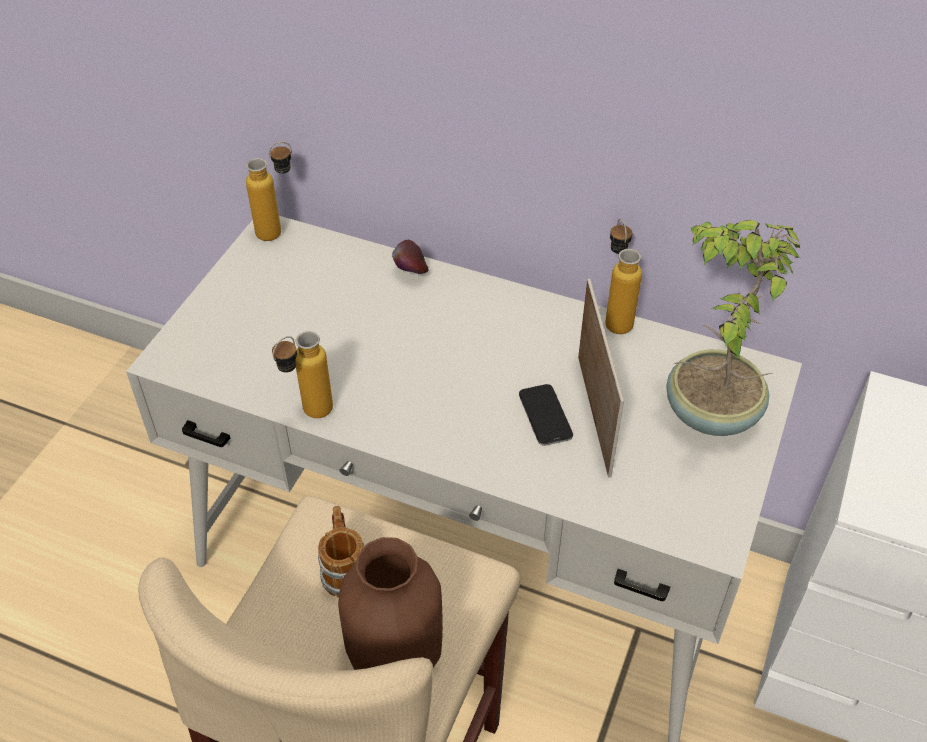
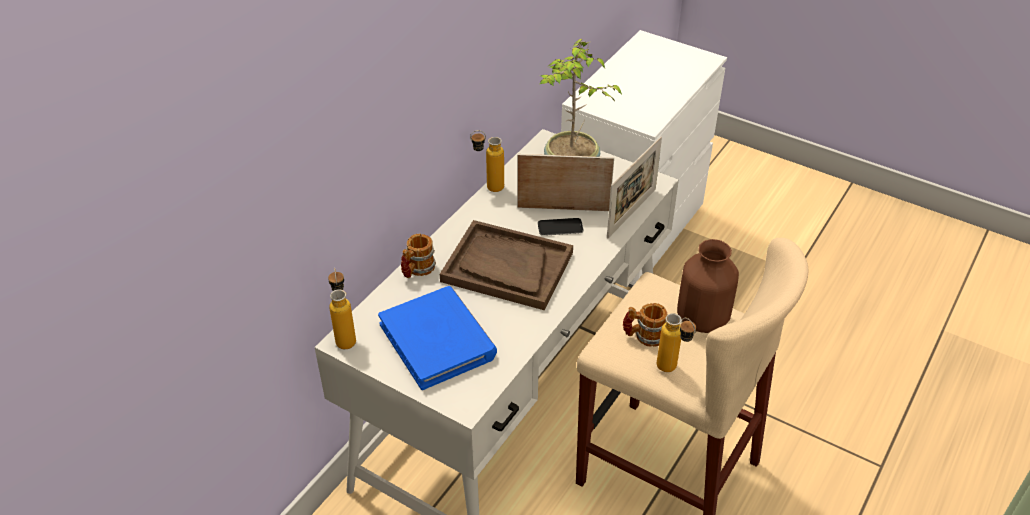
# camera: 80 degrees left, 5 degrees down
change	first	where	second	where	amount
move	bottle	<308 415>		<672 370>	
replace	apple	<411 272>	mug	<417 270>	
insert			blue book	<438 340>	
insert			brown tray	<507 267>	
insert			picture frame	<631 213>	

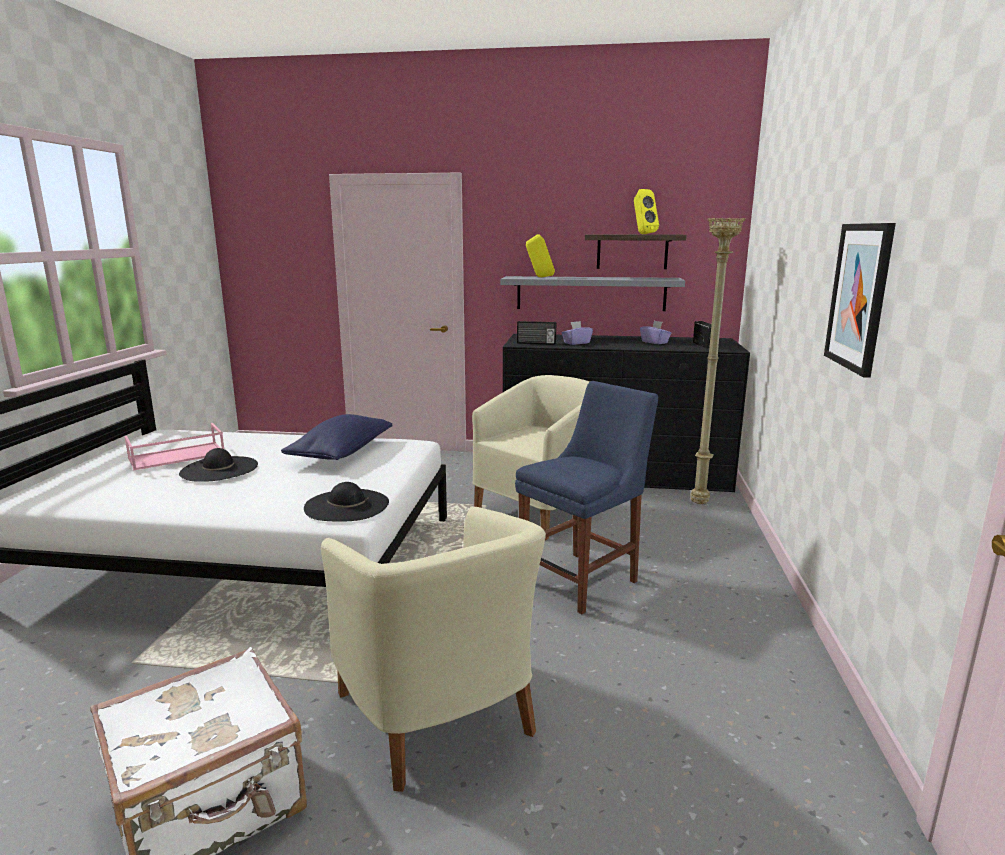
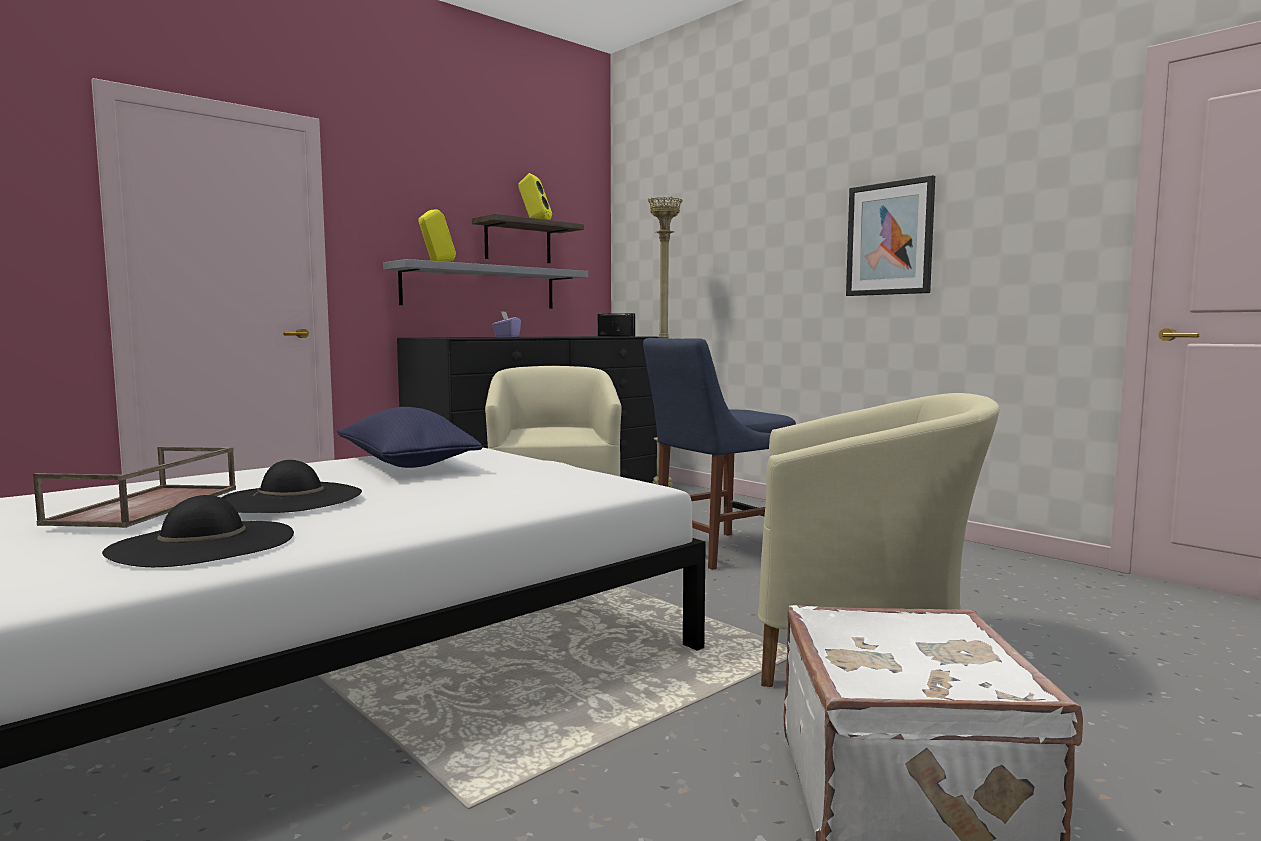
# camera: 50 degrees left, 10 degrees down
change	first	where	second	where	amount
recolor	pink tray	<176 456>	brown tray	<147 506>	
move	black hat	<346 505>		<203 543>	
rotate	blue chair	<583 579>		<714 551>	120 degrees counterclockwise
delete	radio	<536 343>			
delete	purple tissue box	<655 342>			

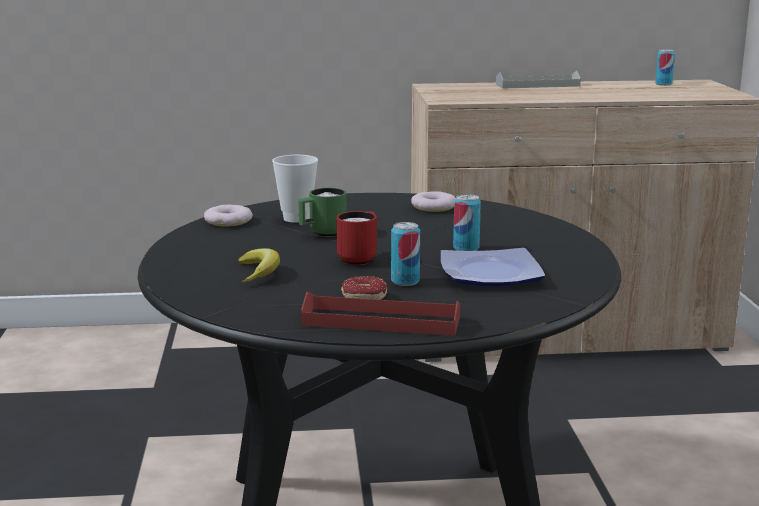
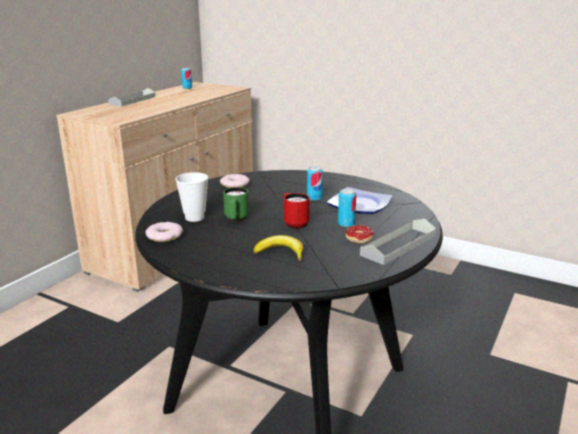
# camera: 55 degrees left, 5 degrees up
change	first	where	second	where	amount
recolor	red tray	<381 321>	grey tray	<398 245>	

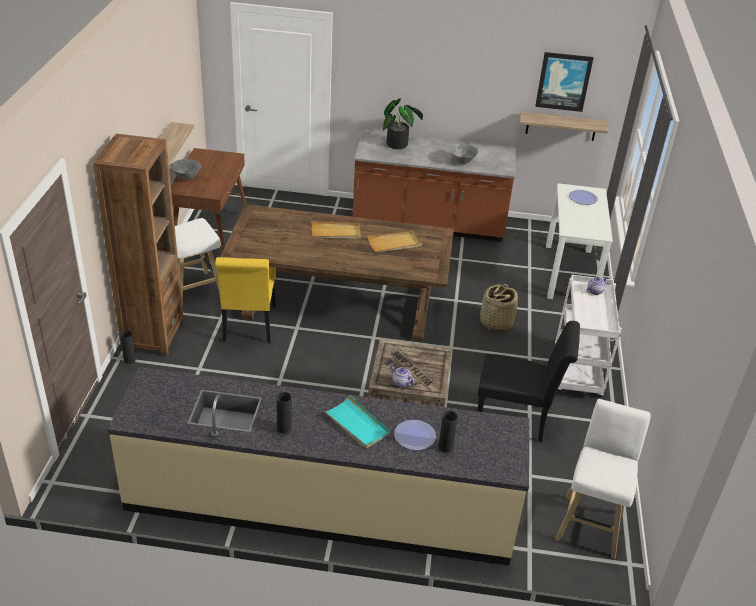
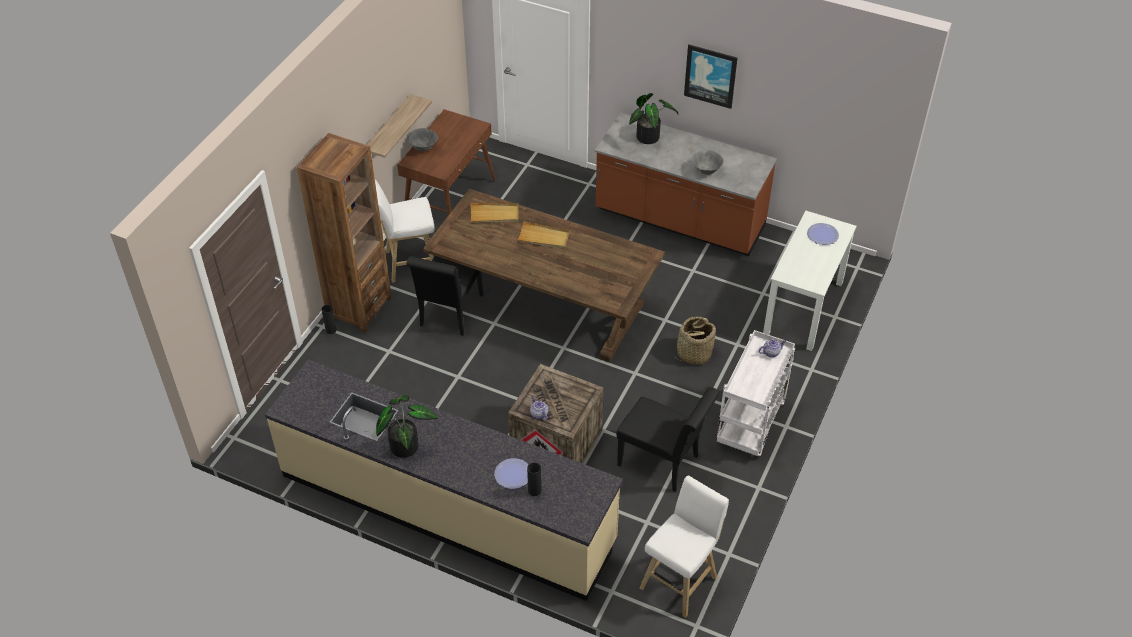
# camera: 20 degrees right, 10 degrees up
change	first	where	second	where	amount
recolor	yellow chair	<249 326>	black chair	<449 314>	
replace	black vase	<284 428>	potted plant	<406 443>	
delete	turquoise tray	<357 424>			
move	beige tray	<395 243>		<494 214>	
delete	shelf	<561 126>			
move	picture	<563 81>		<710 75>	

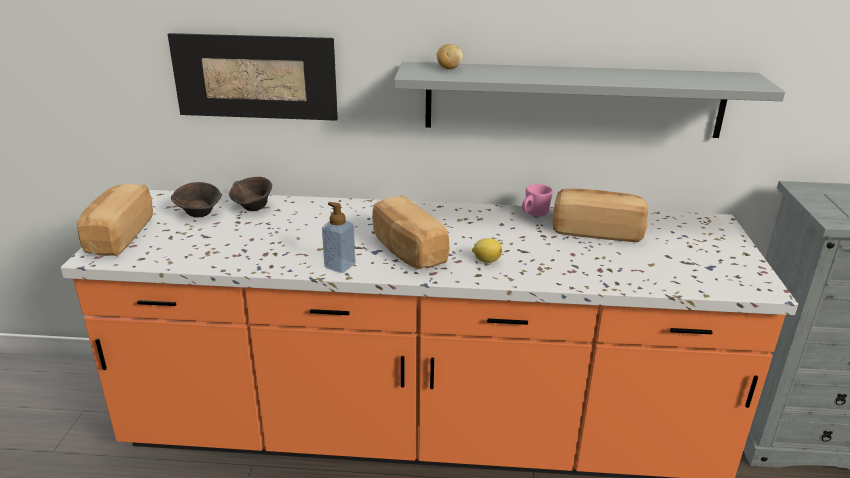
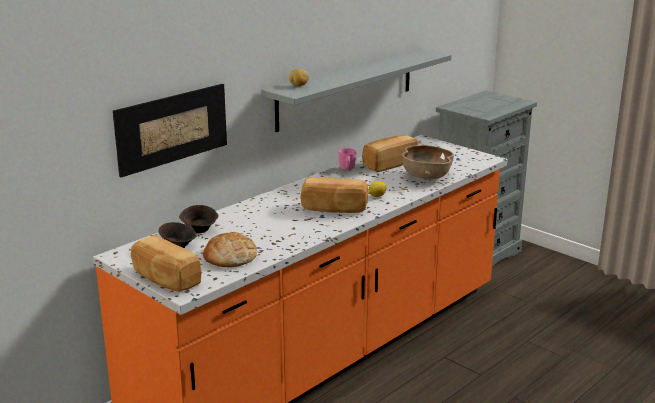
# camera: 50 degrees left, 5 degrees down
change	first	where	second	where	amount
delete	soap dispenser	<340 266>			
insert			bread	<230 256>	
insert			brown bowl	<426 177>	

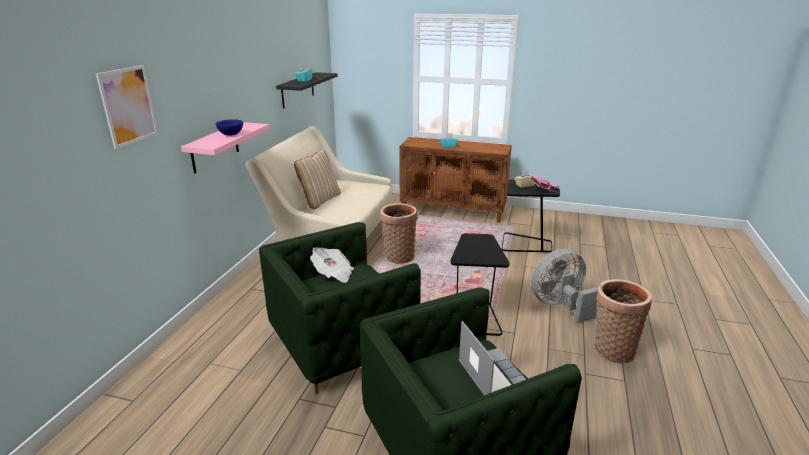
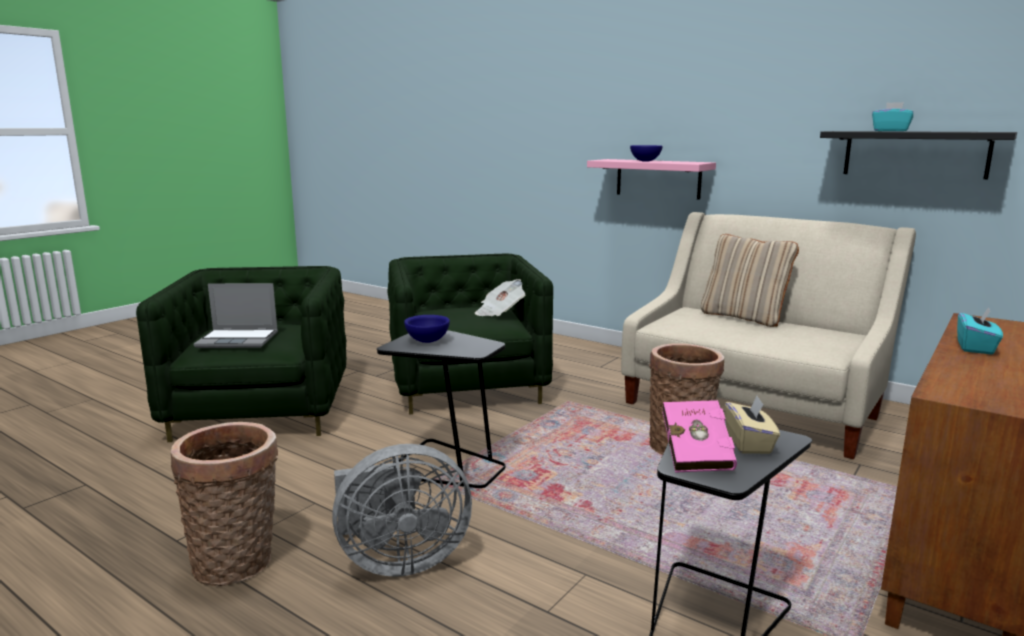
# camera: 110 degrees right, 10 degrees down
change	first	where	second	where	amount
delete	picture	<128 106>			
rotate	grey fan	<561 306>		<398 561>	75 degrees clockwise
insert			blue bowl	<428 341>	

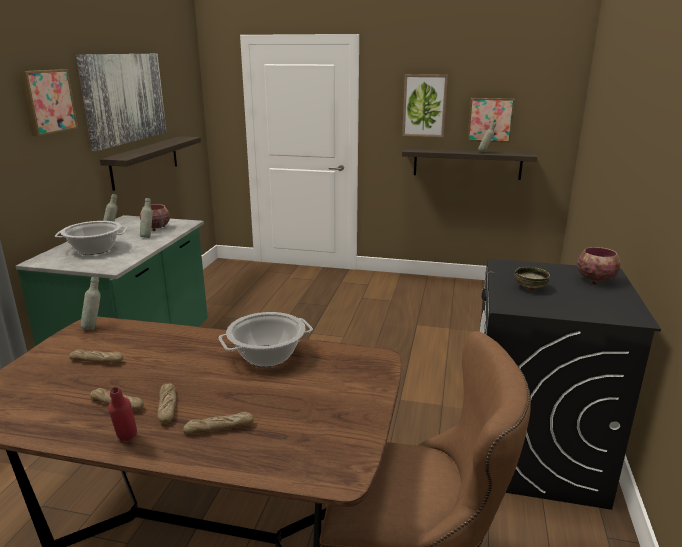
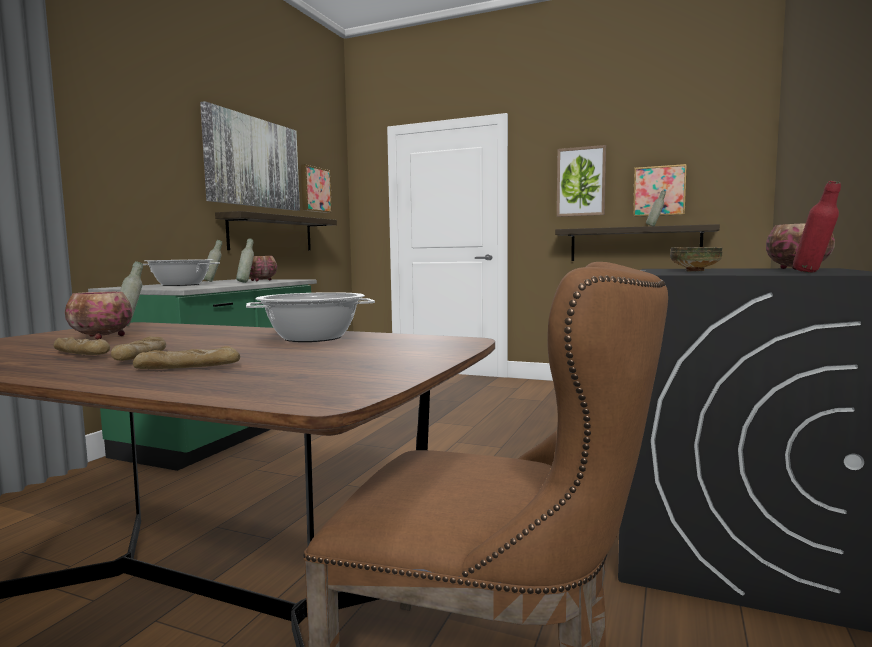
# camera: 10 degrees right, 15 degrees down
change	first	where	second	where	amount
move	picture	<47 101>		<314 189>	
replace	bread	<96 361>	bowl	<101 337>	
move	red bottle	<127 443>		<814 272>	

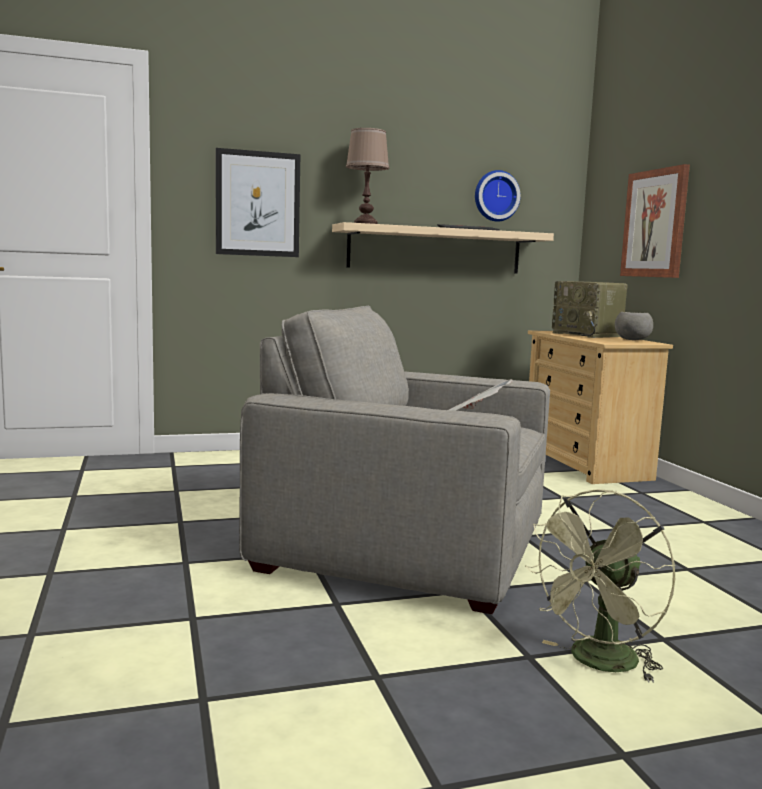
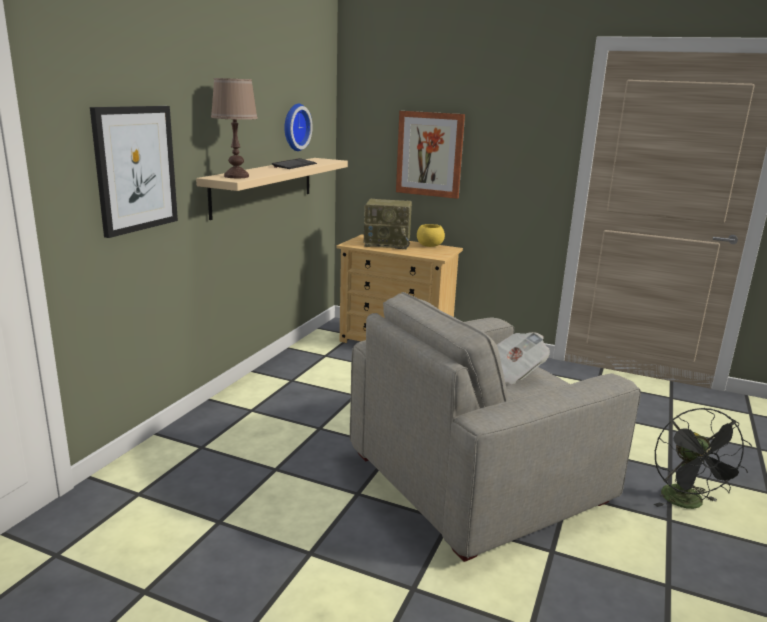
# camera: 50 degrees left, 10 degrees up
change	first	where	second	where	amount
recolor	green fan	<598 663>	black fan	<688 503>	
recolor	grey bowl	<632 340>	yellow bowl	<430 246>	

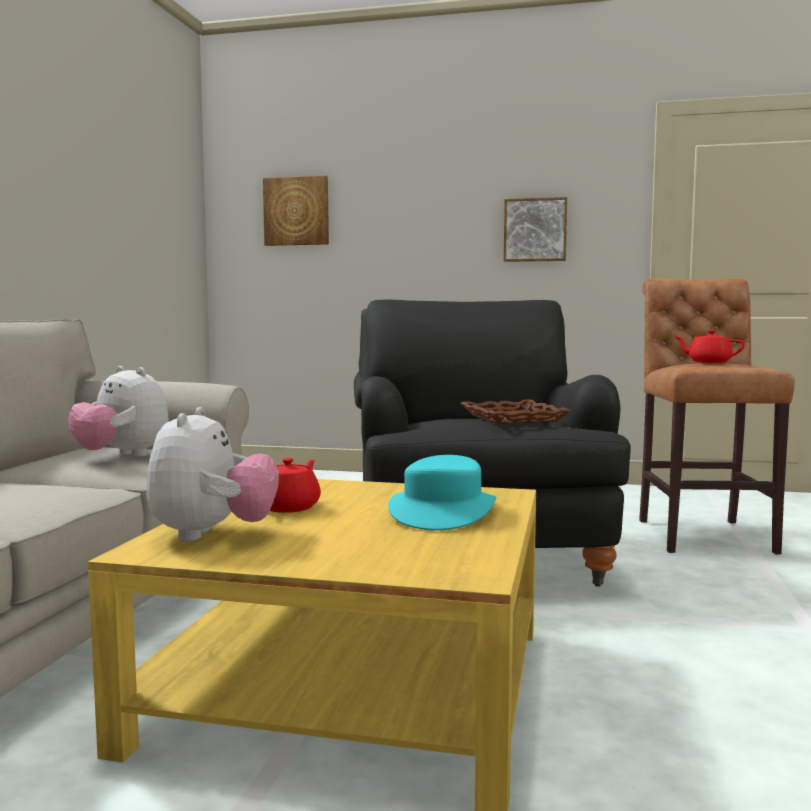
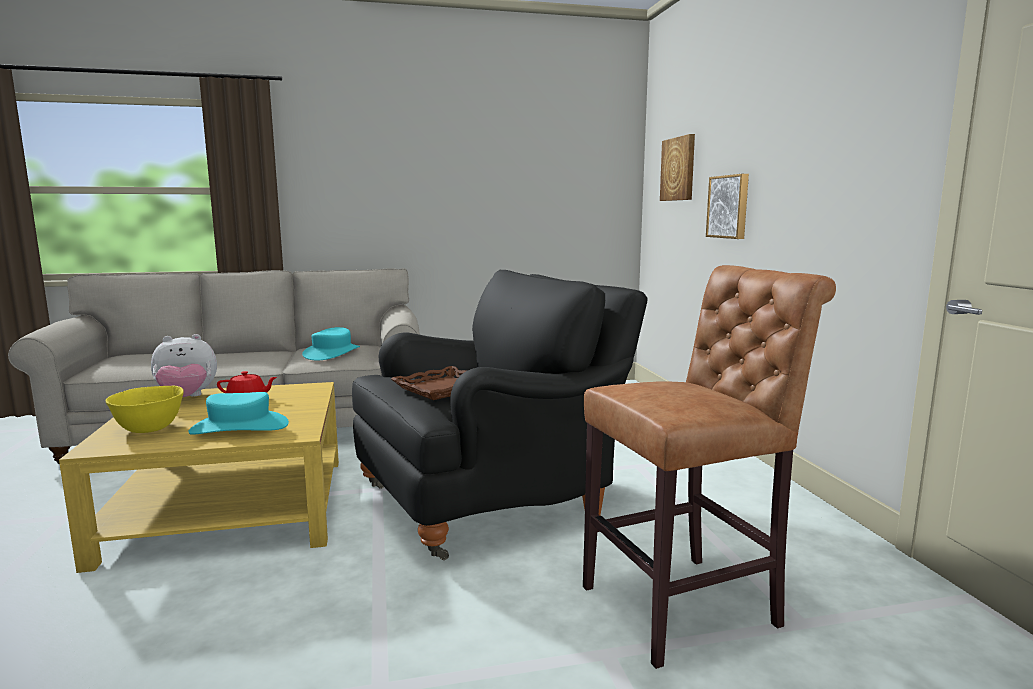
# camera: 65 degrees right, 5 degrees up
change	first	where	second	where	amount
replace	plush toy	<122 456>	turquoise hat	<332 353>	
move	picture	<535 230>		<729 207>	
delete	red teapot	<708 362>			
insert			yellow bowl	<150 428>	

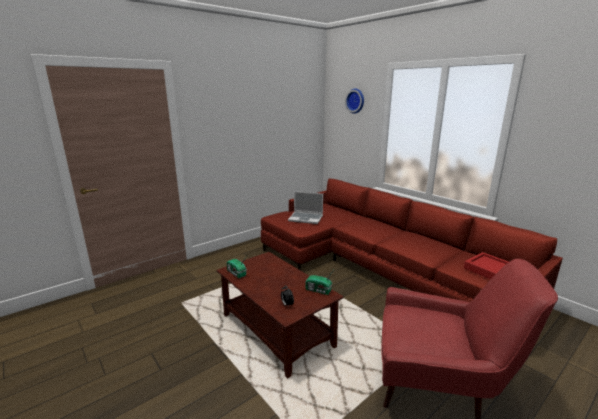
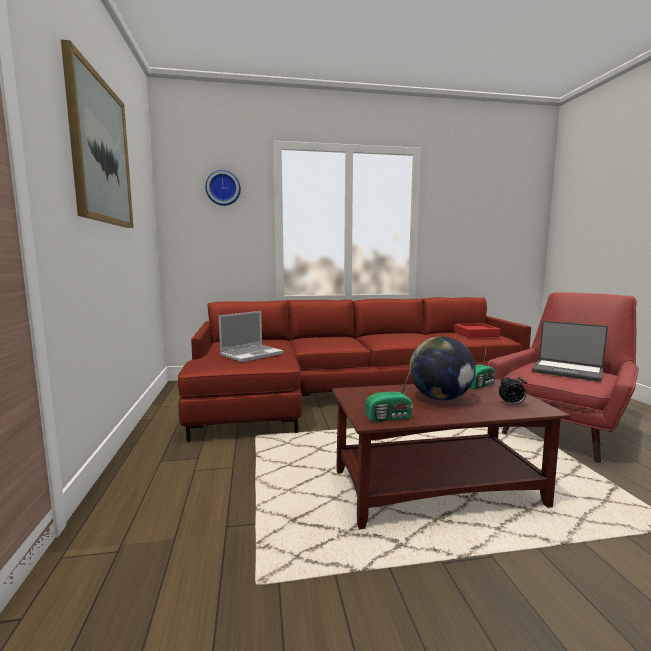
# camera: 60 degrees left, 10 degrees down
change	first	where	second	where	amount
insert			picture	<100 152>	
insert			globe	<440 398>	
insert			laptop	<567 371>	

